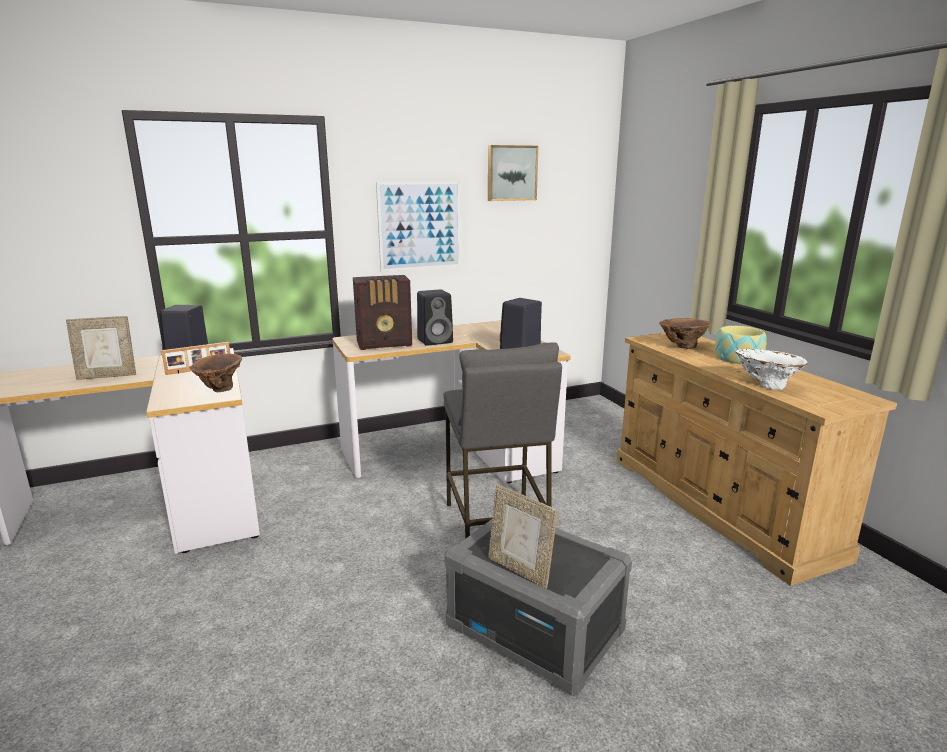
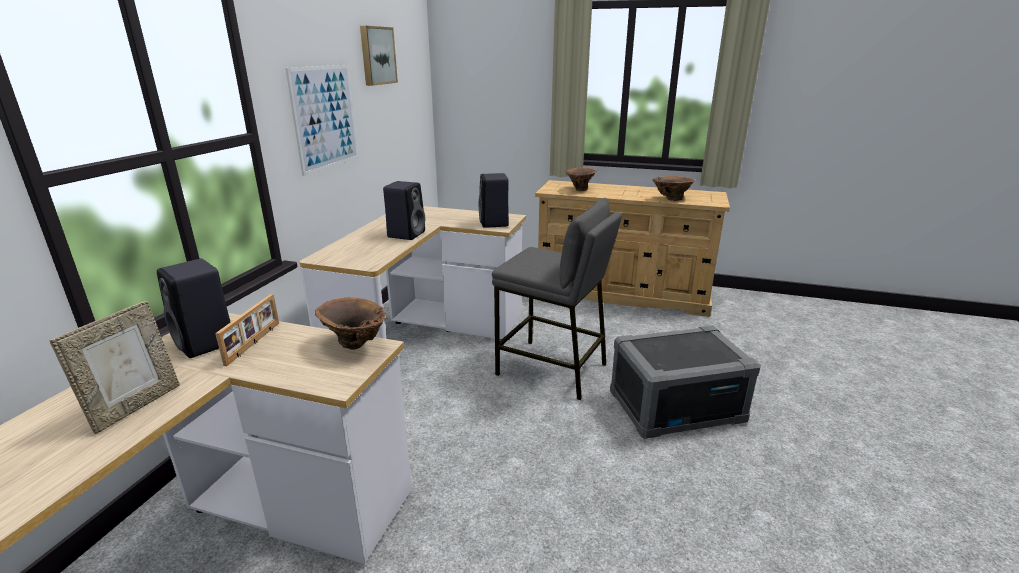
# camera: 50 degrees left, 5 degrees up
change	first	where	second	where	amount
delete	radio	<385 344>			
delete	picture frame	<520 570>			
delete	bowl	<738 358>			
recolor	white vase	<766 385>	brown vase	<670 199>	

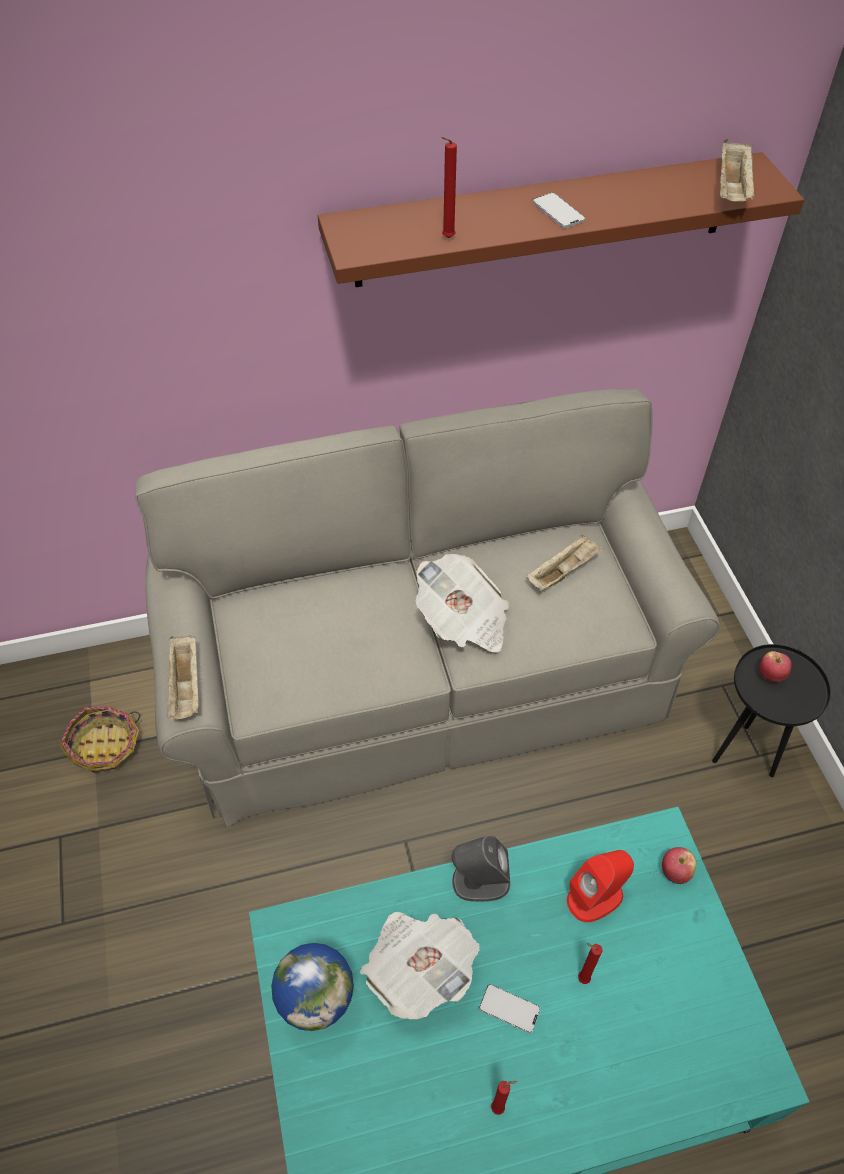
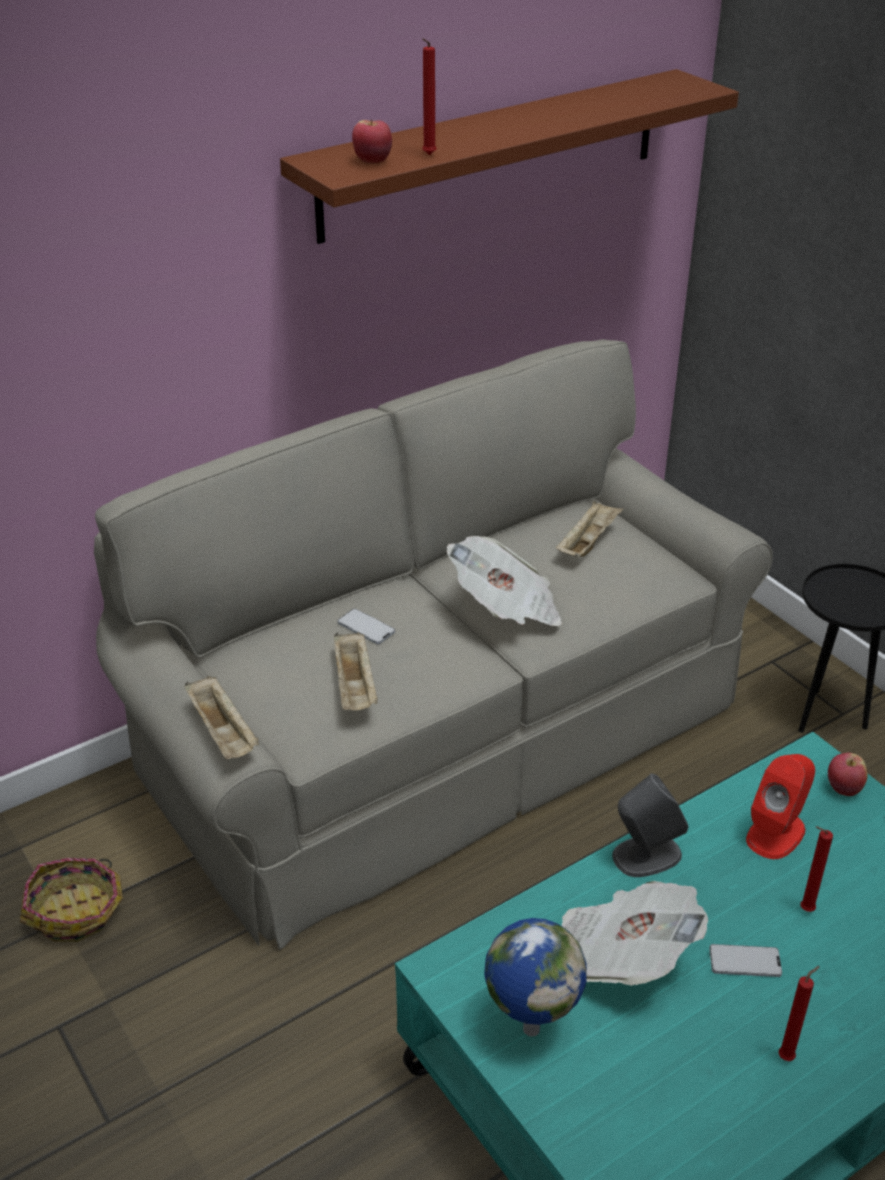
# camera: 20 degrees left, 15 degrees down
change	first	where	second	where	amount
move	phone	<558 212>		<366 627>	
move	beige tray	<732 189>		<355 687>	
move	apple	<771 675>		<373 161>	

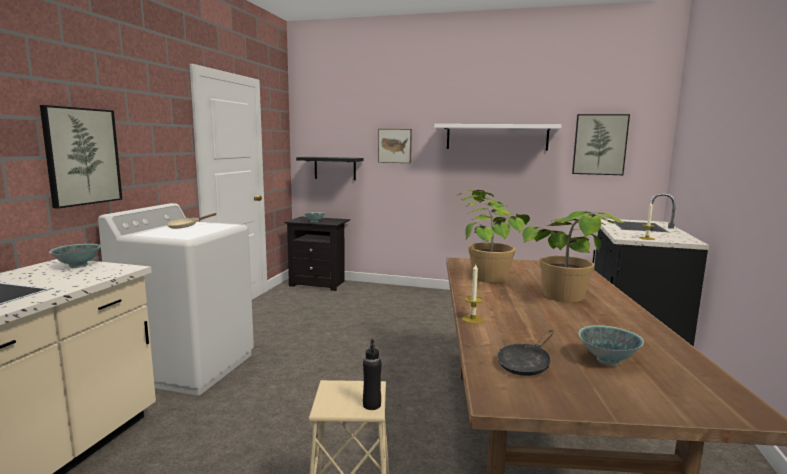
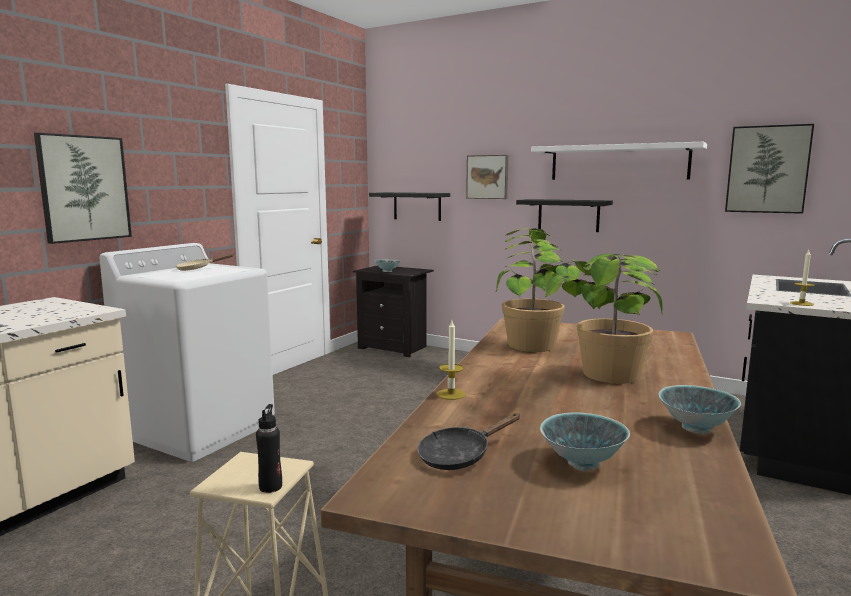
# camera: 15 degrees right, 0 degrees up
change	first	where	second	where	amount
move	bowl	<78 266>		<696 428>	
insert			black shelf	<568 215>	

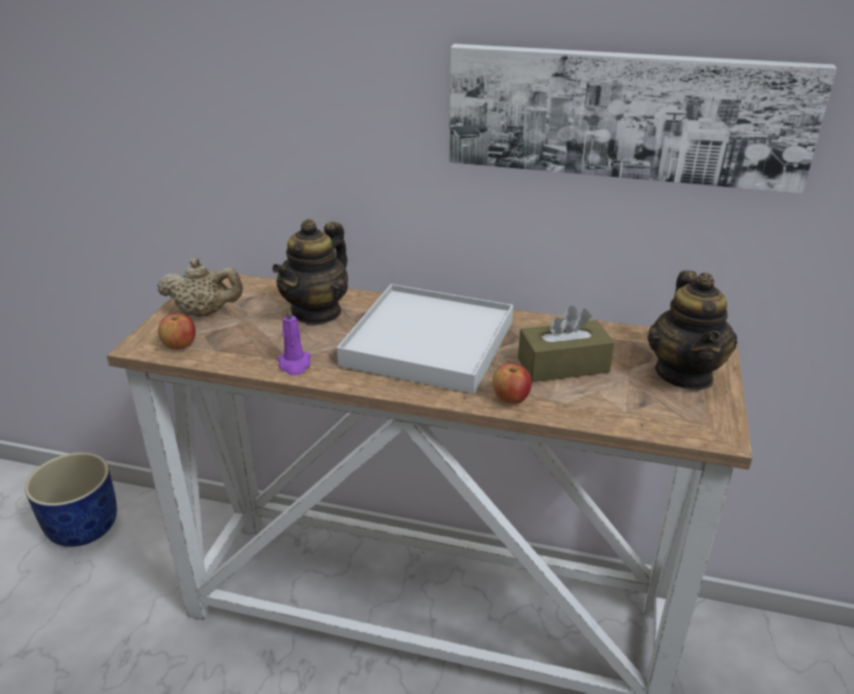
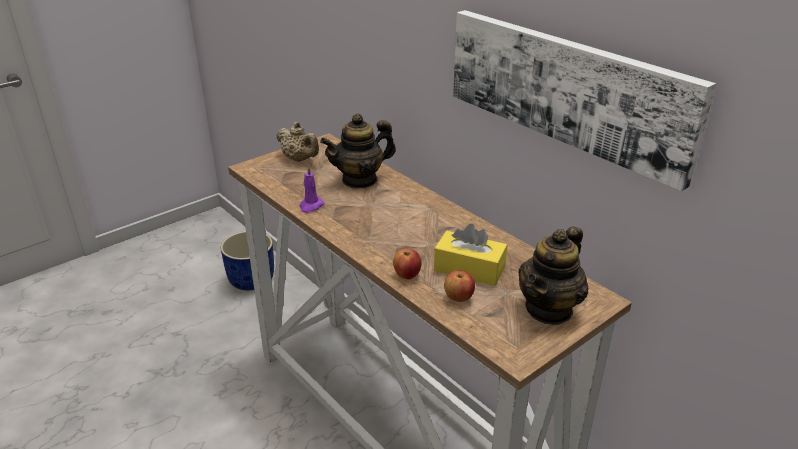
# camera: 35 degrees right, 0 degrees up
change	first	where	second	where	amount
move	apple	<180 346>		<458 297>	
delete	white tray	<428 343>			
recolor	brown tissue box	<563 365>	yellow tissue box	<469 269>	

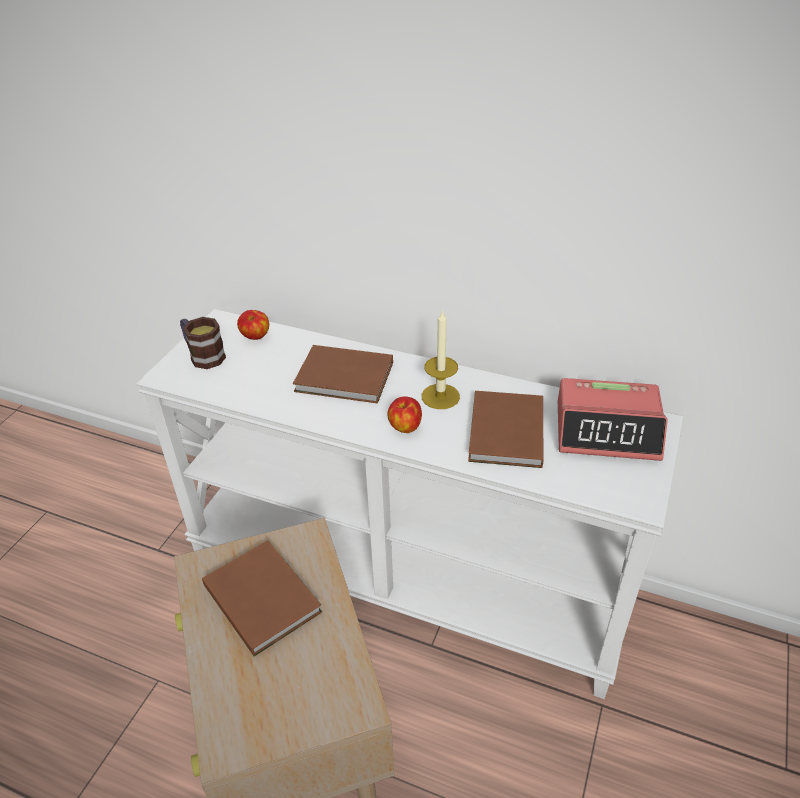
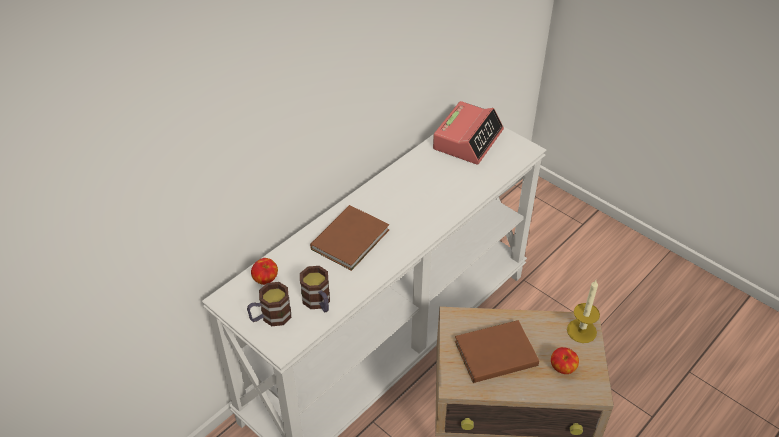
# camera: 70 degrees left, 5 degrees up
change	first	where	second	where	amount
move	apple	<405 427>		<562 368>	
move	candle	<440 396>		<581 331>	
delete	brown book	<504 433>			
insert			mug	<318 302>	

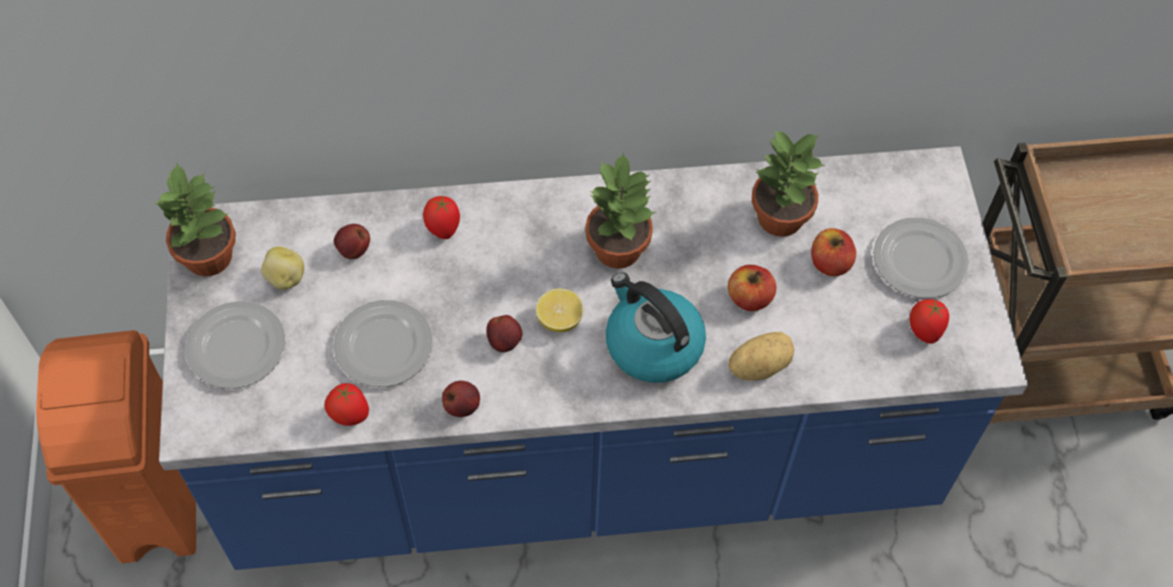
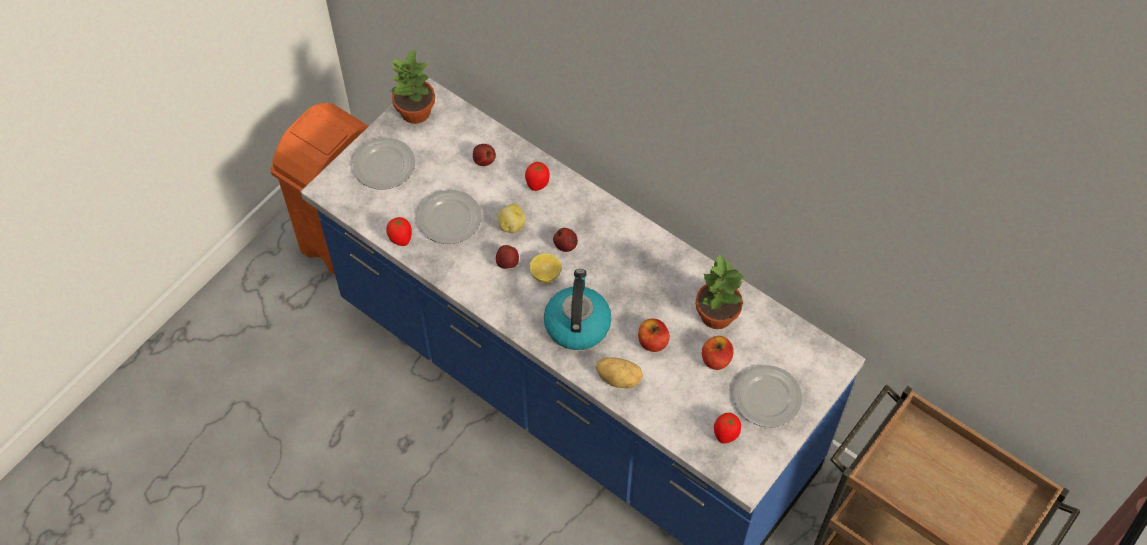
# camera: 45 degrees right, 0 degrees up
change	first	where	second	where	amount
move	potato	<285 278>		<511 225>	
move	apple	<462 406>		<566 245>	
delete	potted plant	<619 248>			

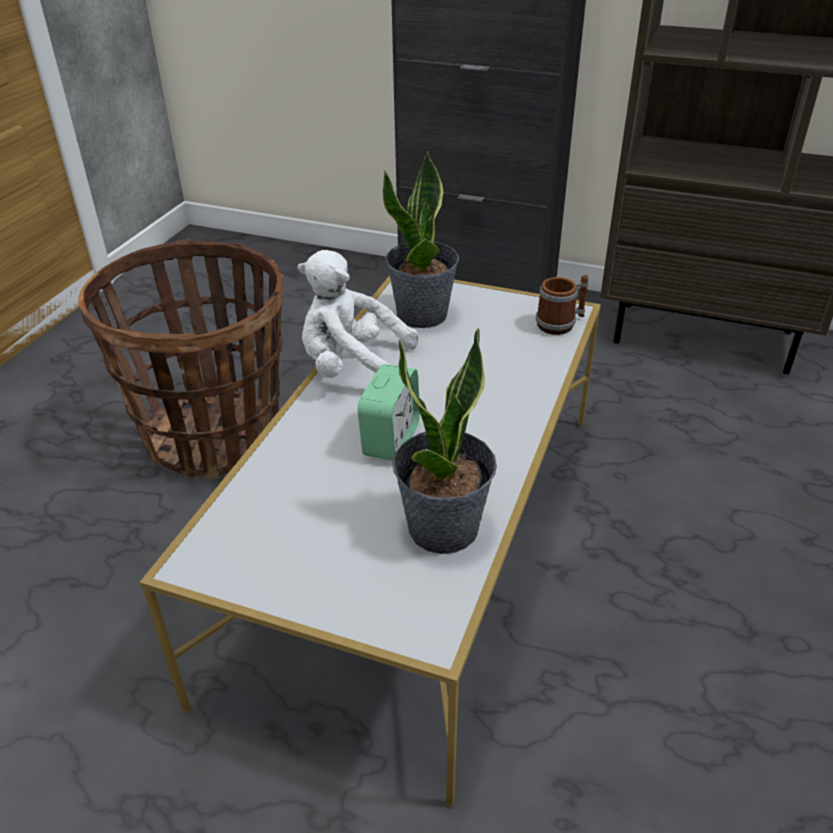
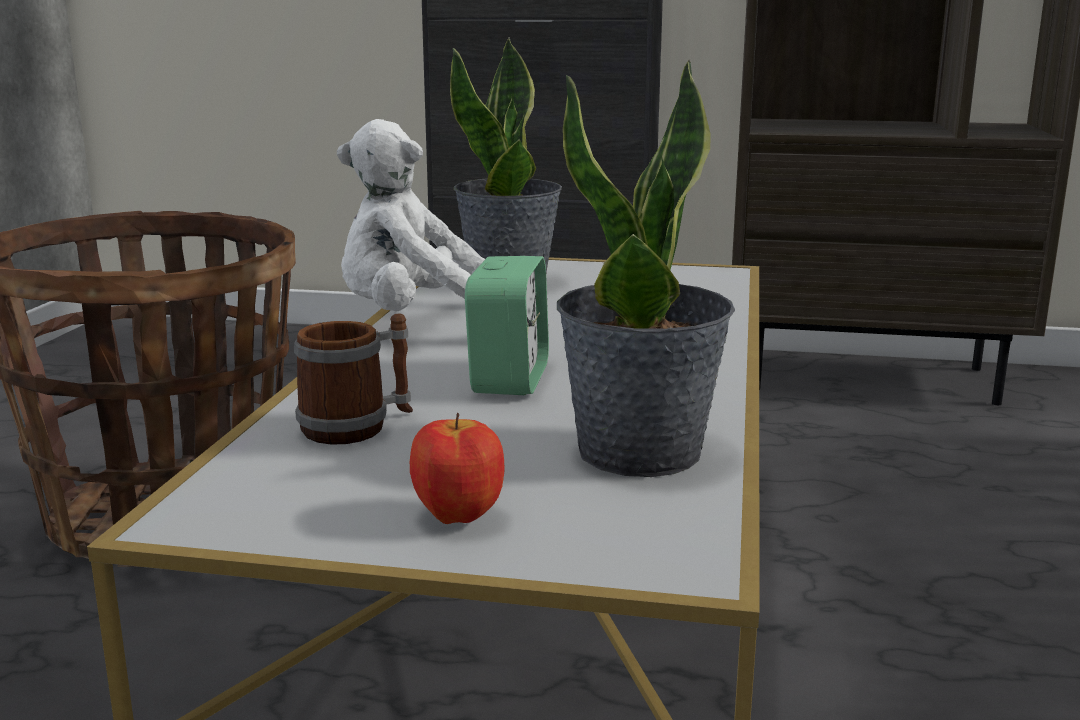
# camera: 10 degrees left, 20 degrees down
change	first	where	second	where	amount
move	mug	<561 323>		<358 426>	
insert			apple	<456 517>	

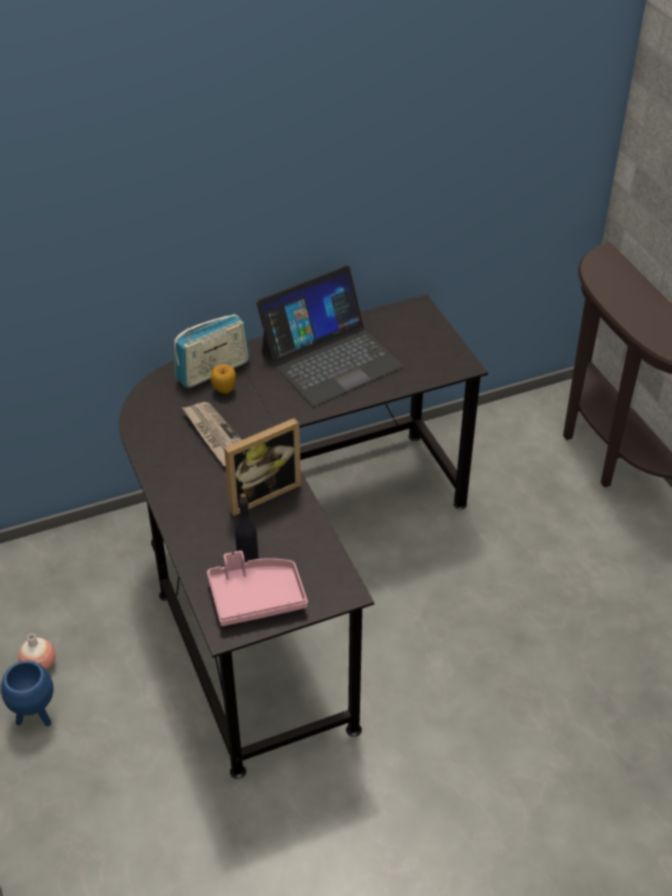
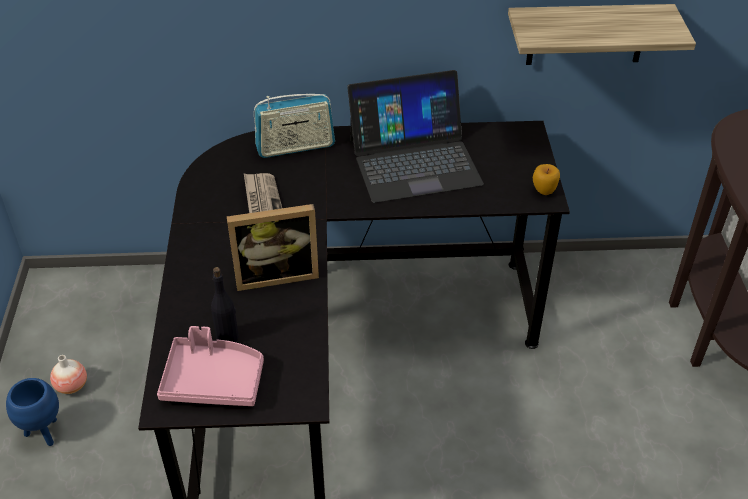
# camera: 20 degrees right, 0 degrees up
change	first	where	second	where	amount
move	apple	<224 390>		<544 191>	
insert			shelf	<586 34>	

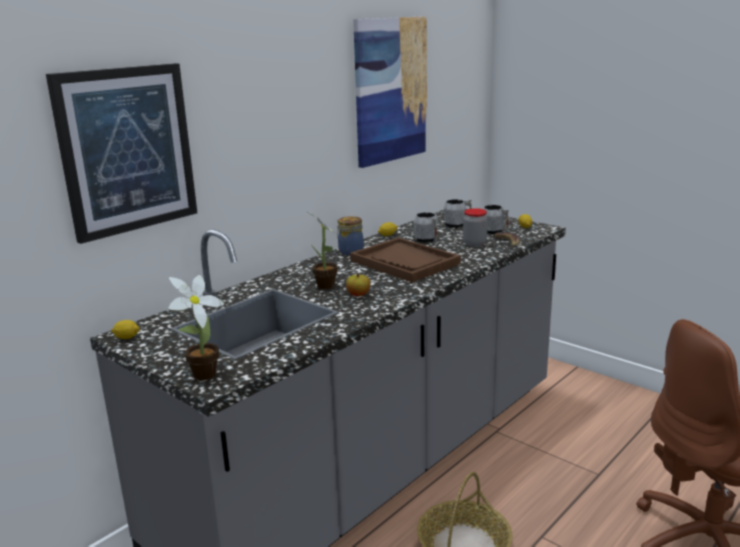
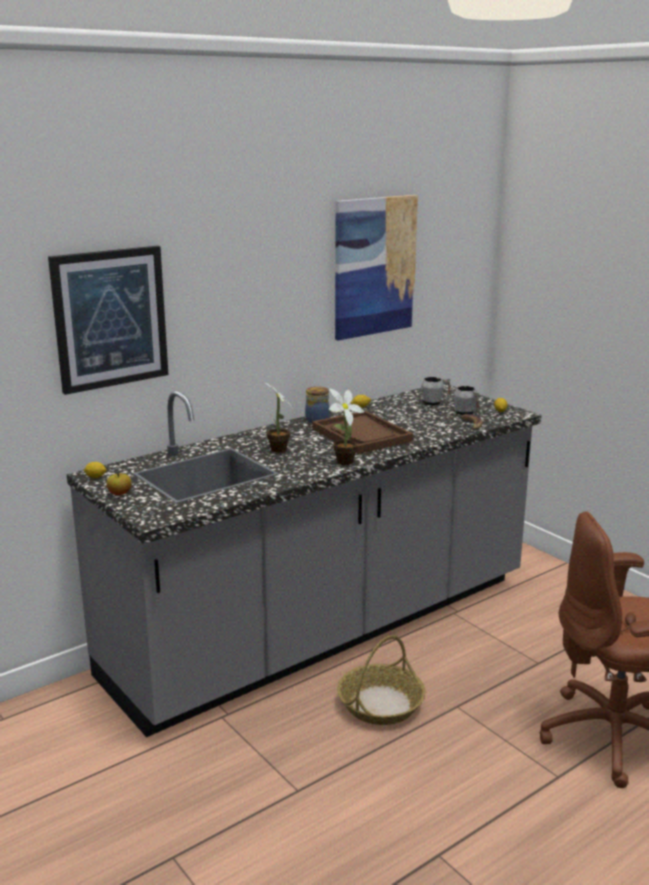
# camera: 10 degrees right, 0 degrees up
change	first	where	second	where	amount
move	potted plant	<201 376>		<342 463>	
move	apple	<358 295>		<119 494>	
delete	grey mug	<427 240>			
delete	jar	<474 244>			

